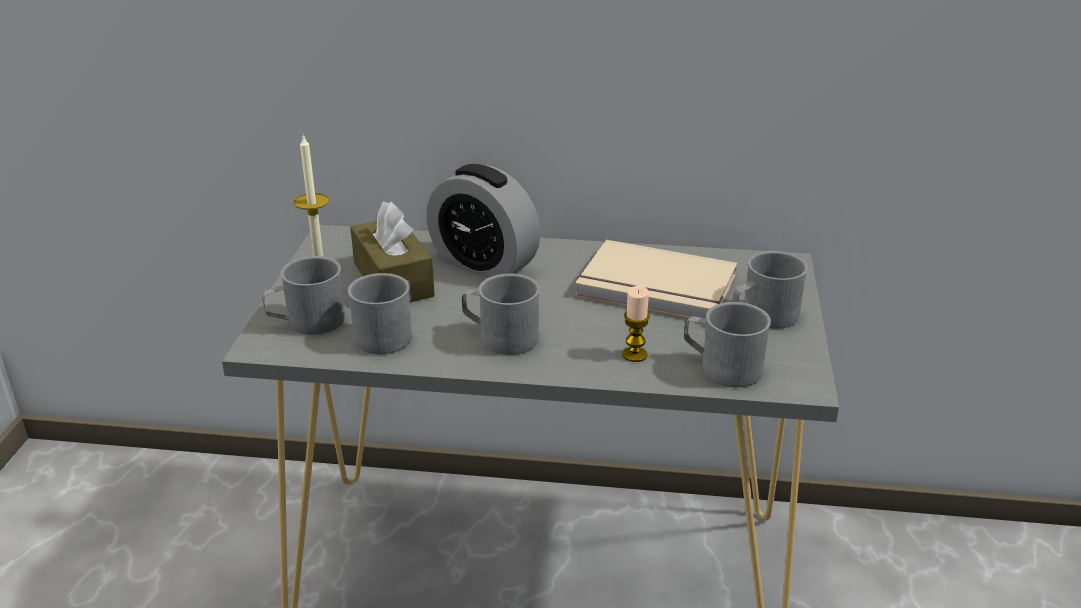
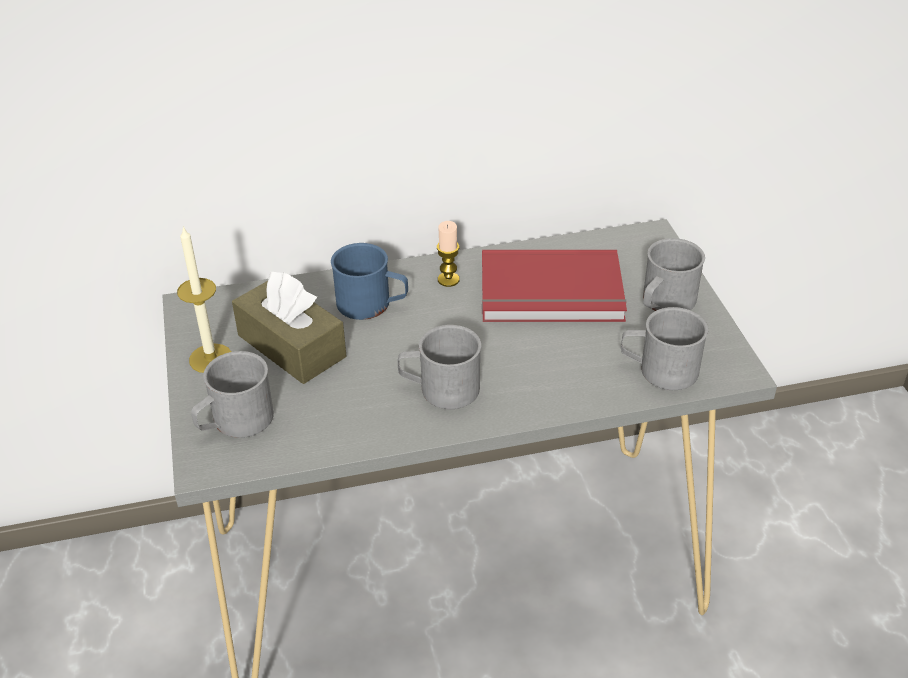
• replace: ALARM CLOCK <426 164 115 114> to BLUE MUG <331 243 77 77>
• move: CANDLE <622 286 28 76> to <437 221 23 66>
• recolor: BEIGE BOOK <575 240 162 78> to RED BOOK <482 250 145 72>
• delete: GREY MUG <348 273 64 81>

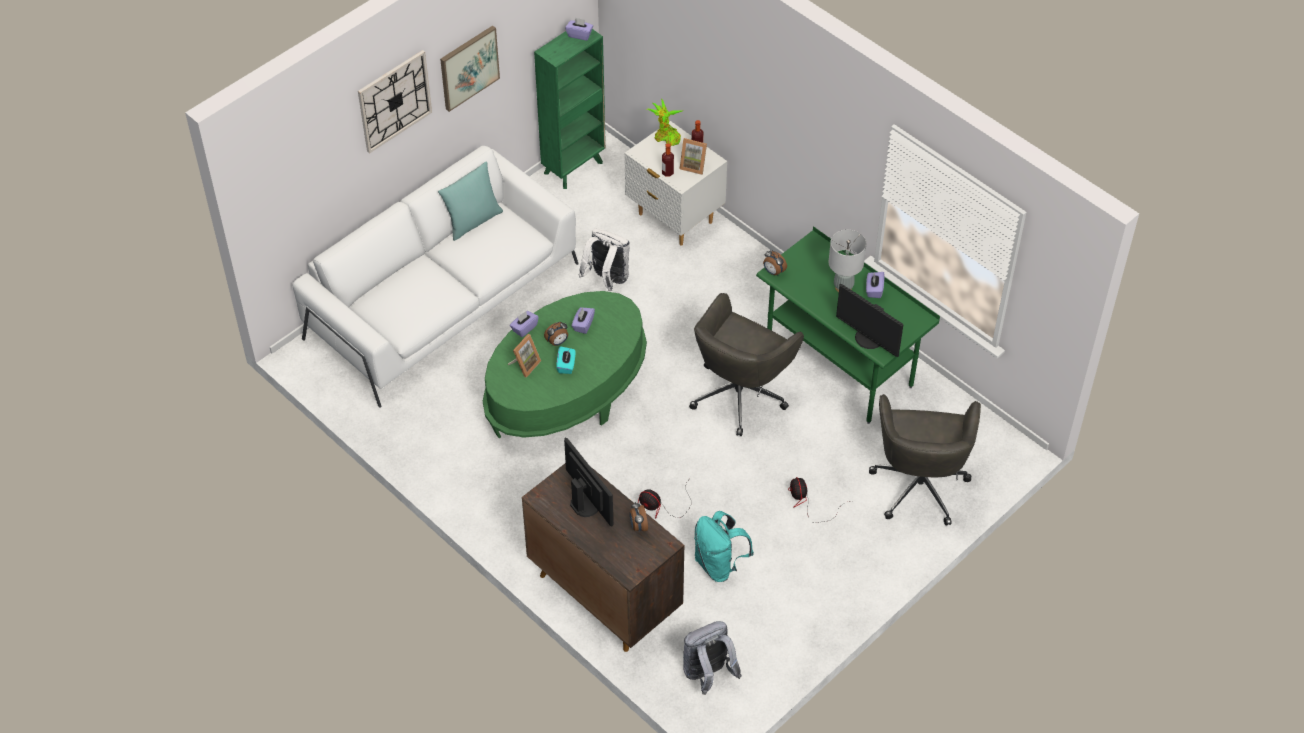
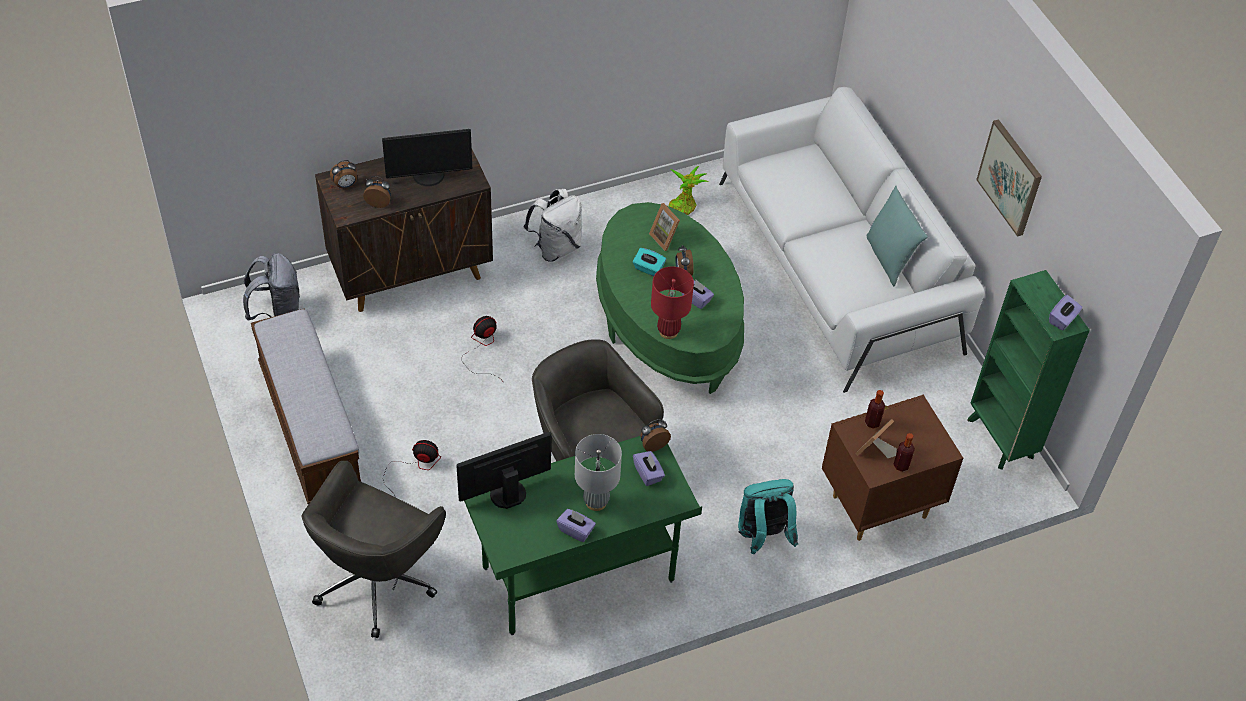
• insert: BENCH <251 308 110 196>
• rotate: GREY OFFICE CHAIR <869 394 112 132> = <301 461 145 177> 90 degrees counterclockwise
• insert: ALARM CLOCK <330 160 27 28>
• move: WHITE BACKPACK <579 229 51 62> to <523 189 59 73>
• move: PURPLE TISSUE BOX <510 311 29 26> to <633 451 32 35>
• insert: RED TABLE LAMP <651 267 43 72>
• move: POTTED PLANT <647 99 37 47> to <669 166 39 49>
• move: TURQUOISE BACKPACK <694 511 60 71> to <738 479 60 75>
• recolor: WHITE NIGHTSTAND <624 121 103 125> to BROWN NIGHTSTAND <822 395 141 146>
• delete: WALL CLOCK <358 50 74 103>

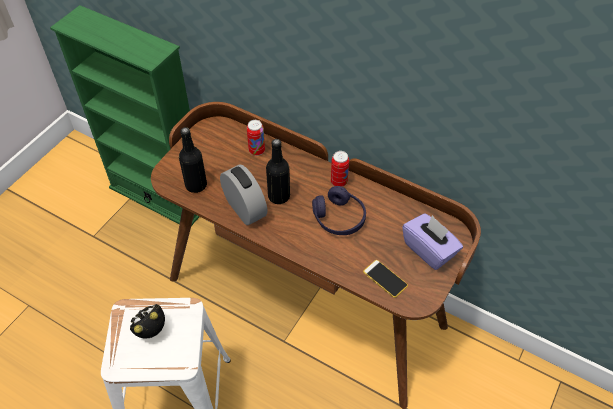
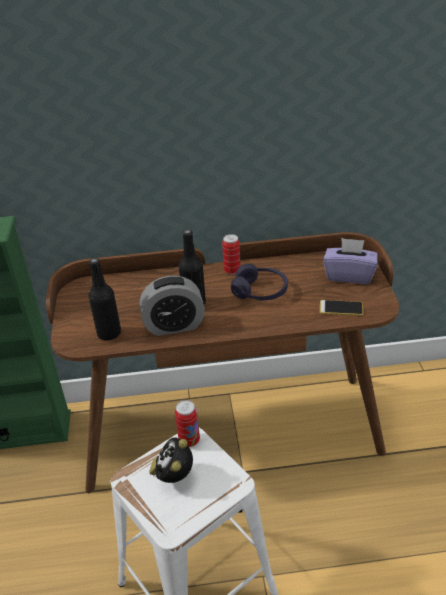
• rotate: ALARM CLOCK <220 164 47 61> = <140 275 65 61> 150 degrees clockwise
• move: CAN <247 120 18 36> to <175 400 25 47>

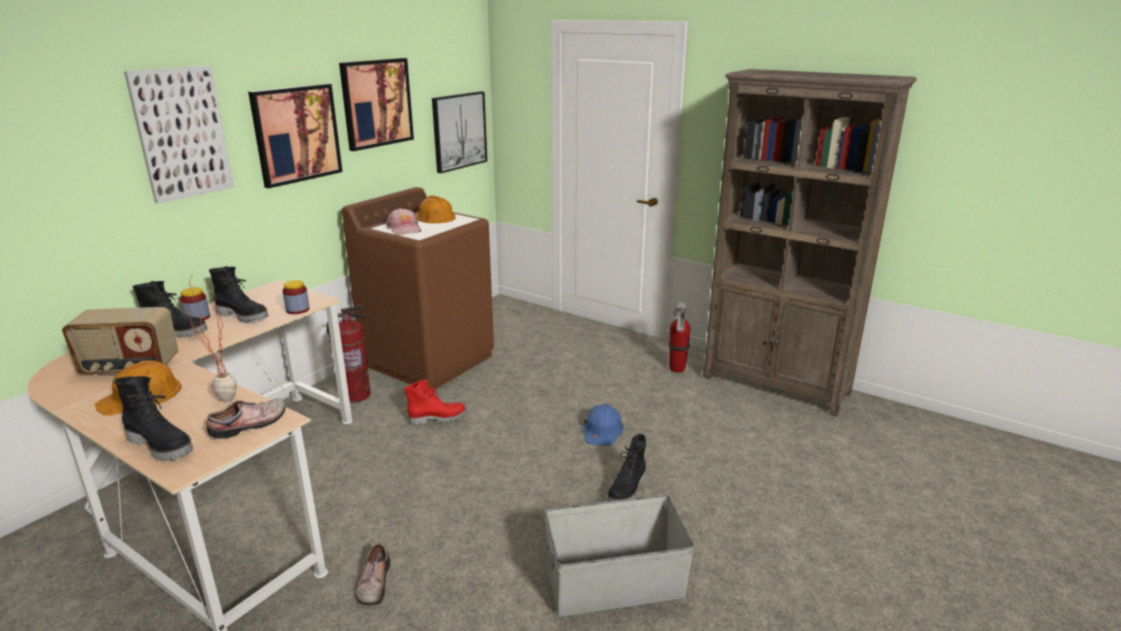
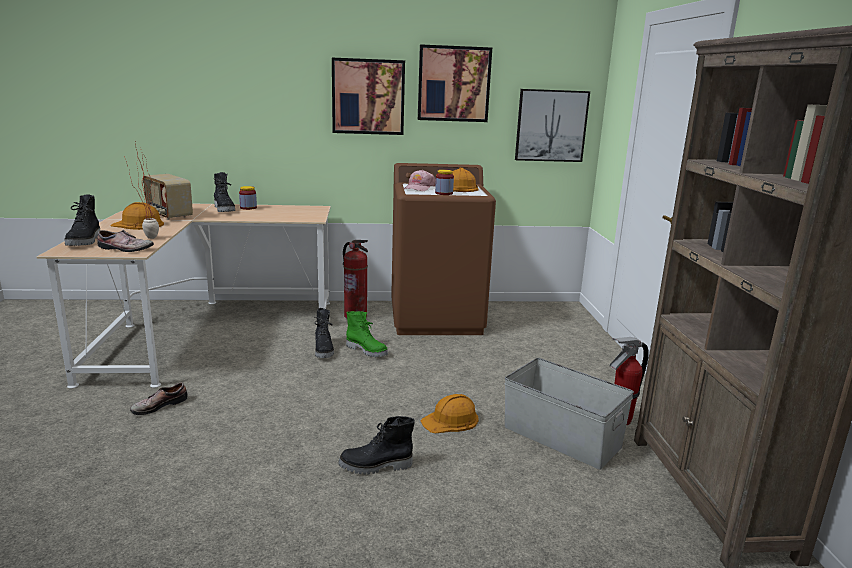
• move: BLACK BOOT <209 266 60 56> to <315 308 19 50>
• recolor: RED BOOT <405 379 62 46> to GREEN BOOT <346 311 42 46>
• recolor: BLUE HARD HAT <583 404 41 42> to ORANGE HARD HAT <420 394 59 39>
• move: JAR <283 280 27 34> to <435 170 19 25>
• move: GREY STORAGE BOX <545 495 150 122> to <504 358 130 111>
• delete: PICTURE <124 66 110 138>

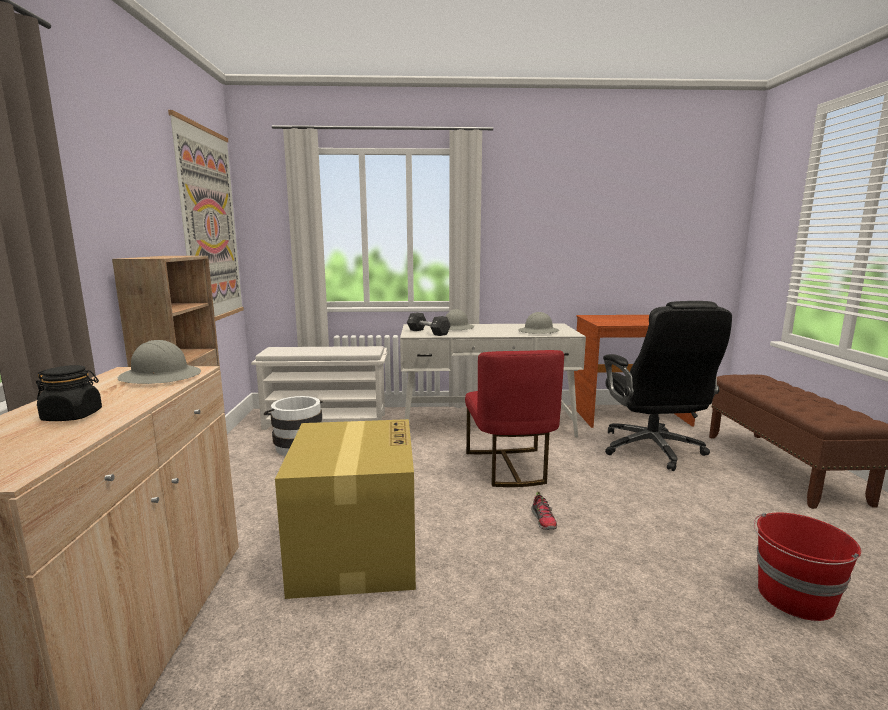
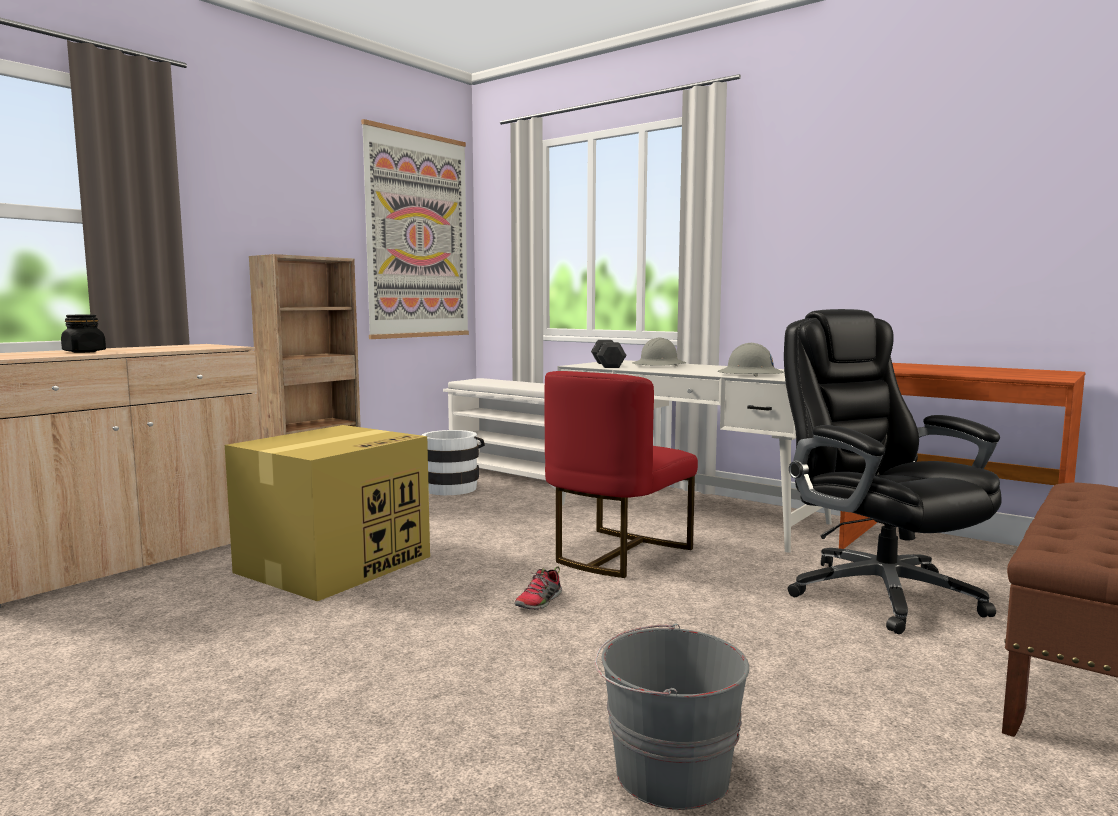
• recolor: RED BUCKET <753 512 108 109> to GREY BUCKET <595 624 154 186>
• rotate: BLACK OFFICE CHAIR <603 301 129 170> = <784 309 218 325> 120 degrees clockwise
• delete: GREY HARD HAT <118 340 83 44>

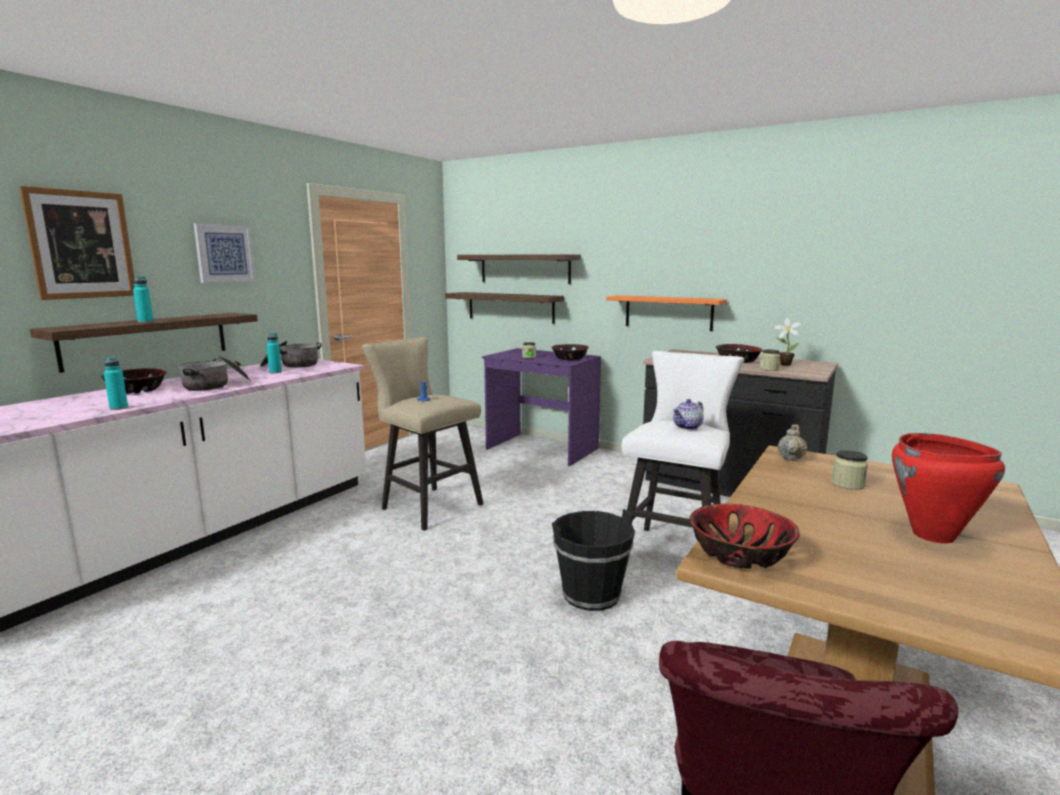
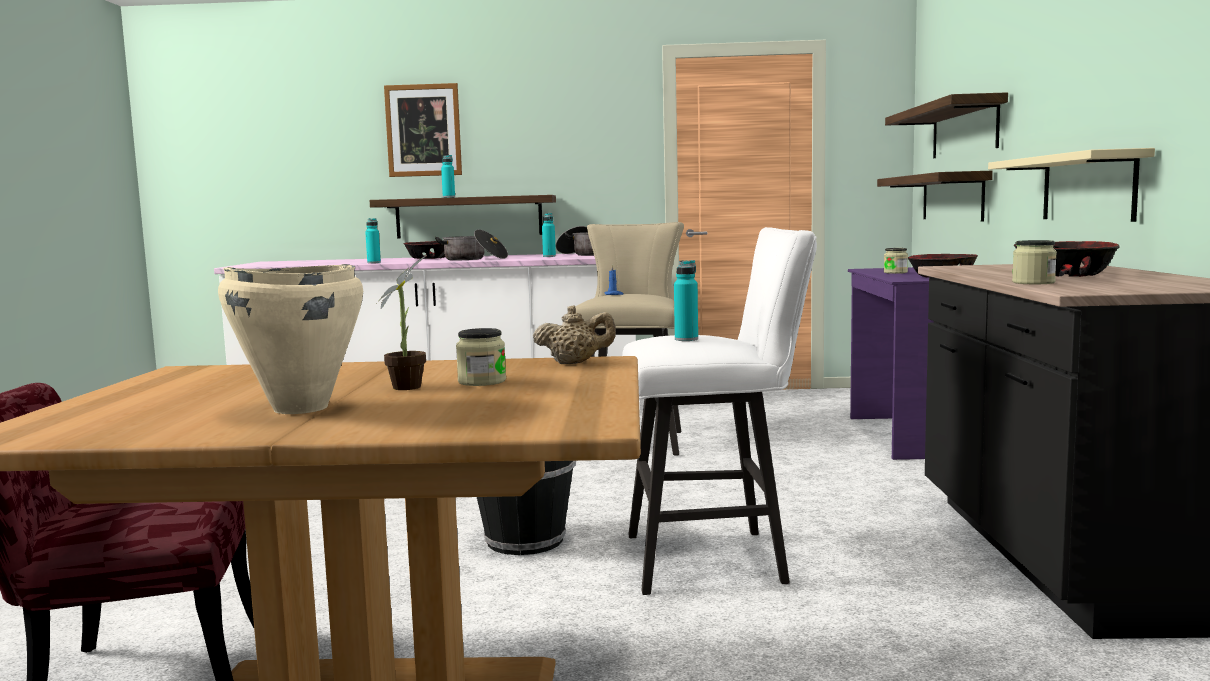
• recolor: RED COOKING POT <892 433 113 111> to BEIGE COOKING POT <218 264 145 150>
• move: POTTED PLANT <774 318 28 48> to <377 255 50 135>
• replace: TEAPOT <673 399 31 31> to TURQUOISE BOTTLE <674 260 24 81>
• recolor: ORANGE SHELF <606 295 121 36> to BEIGE SHELF <988 148 167 74>
• delete: PICTURE <194 223 62 60>
• delete: BOWL <690 504 110 65>

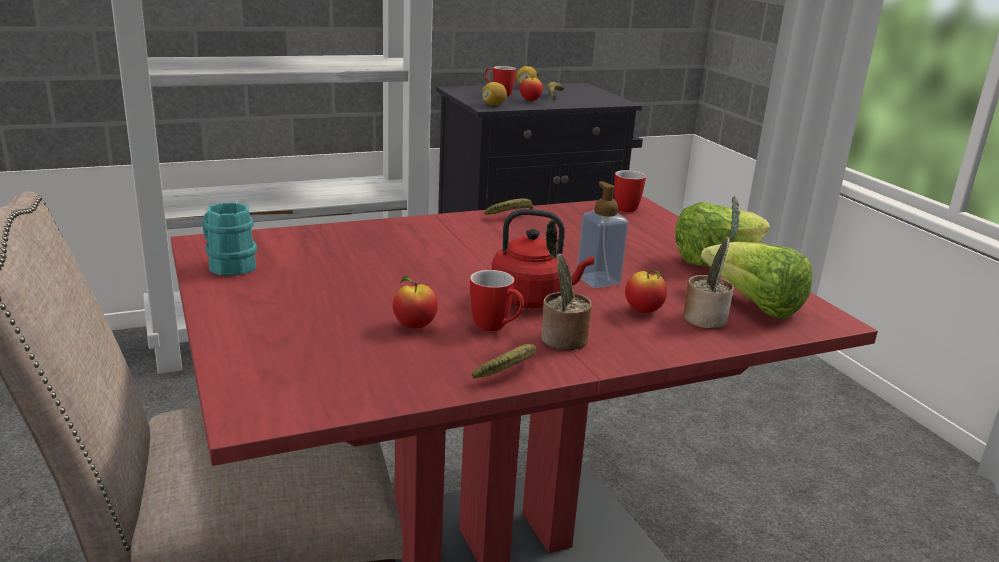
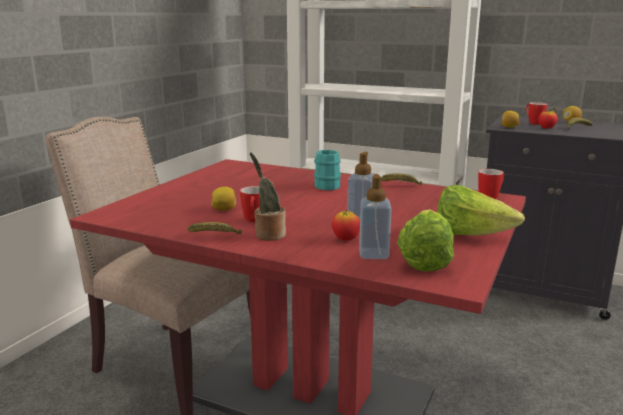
• replace: APPLE <393 276 45 53> to LEMON <211 187 25 24>
• move: TURQUOISE MUG <203 203 54 73> to <314 150 27 40>
• replace: POTTED PLANT <683 196 57 133> to SOAP DISPENSER <359 174 33 85>
• delete: RED KETTLE <492 209 102 99>

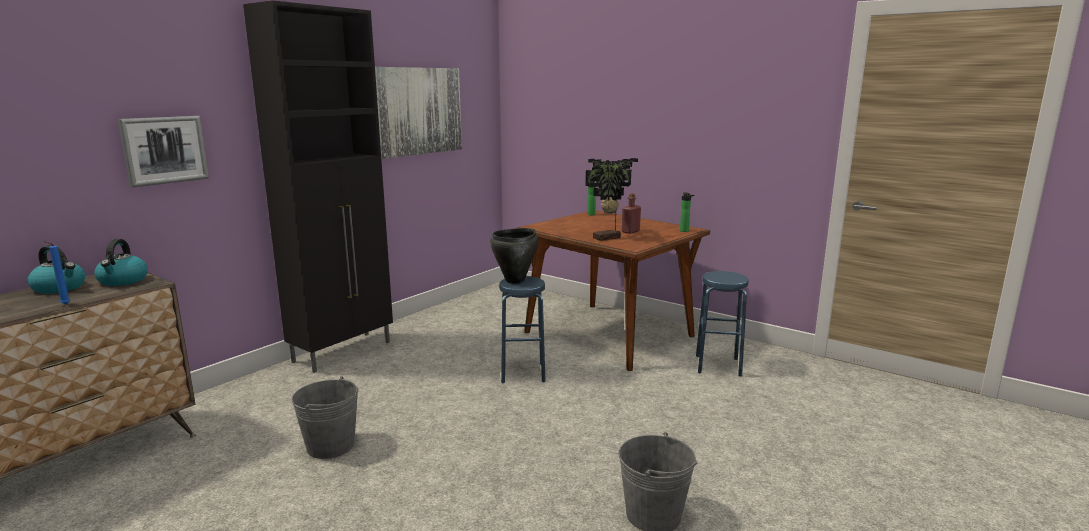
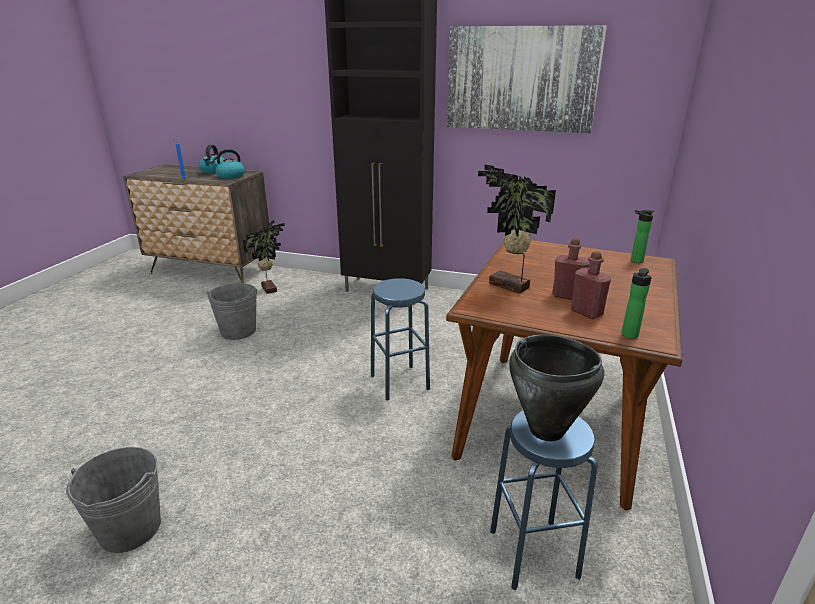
• insert: POTTED PLANT <243 220 42 74>
• move: BLACK COOKING POT <490 228 48 56> to <509 335 95 106>
• insert: RED BOTTLE <571 251 40 68>
• delete: PICTURE <118 116 91 71>

